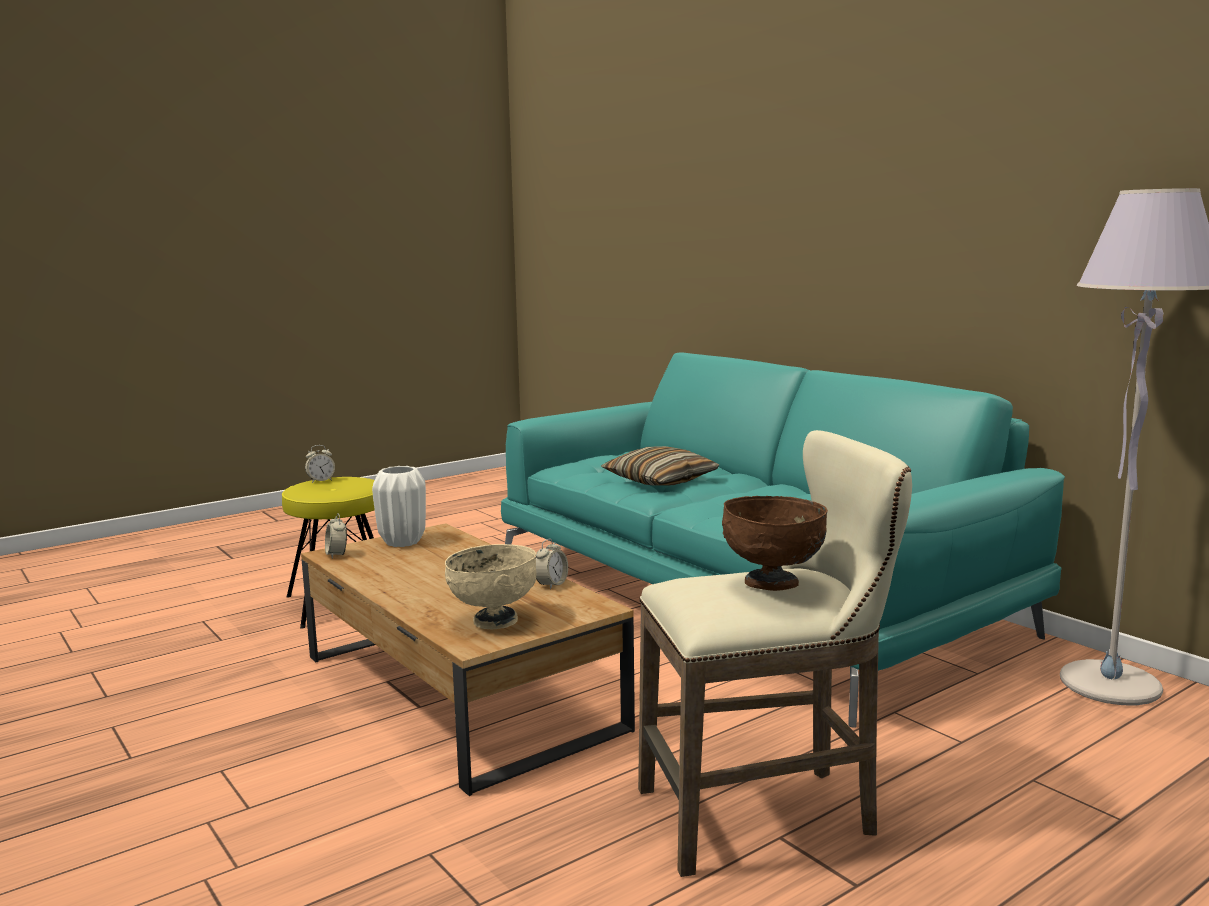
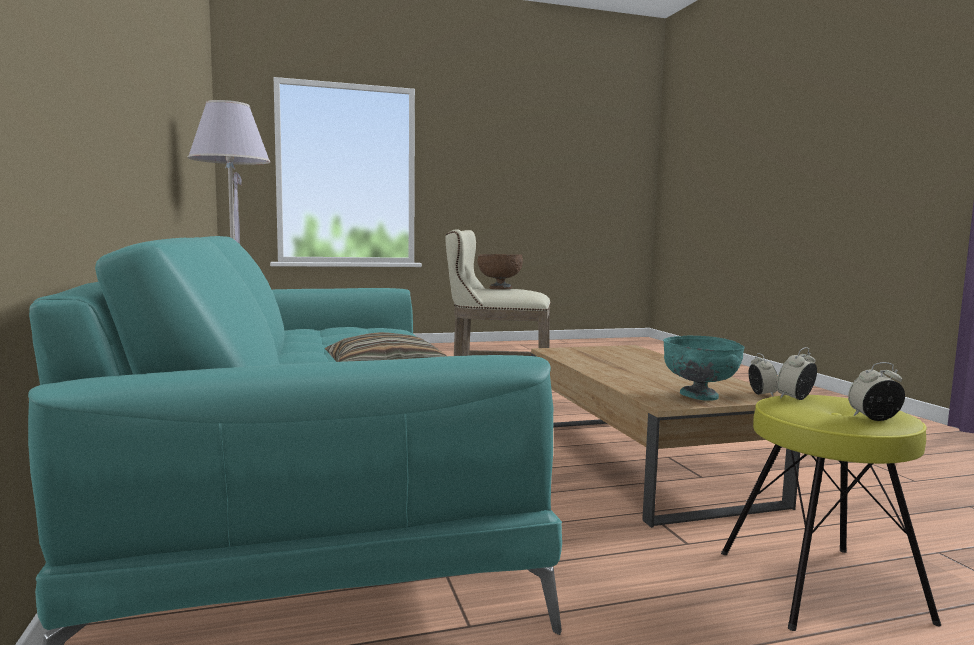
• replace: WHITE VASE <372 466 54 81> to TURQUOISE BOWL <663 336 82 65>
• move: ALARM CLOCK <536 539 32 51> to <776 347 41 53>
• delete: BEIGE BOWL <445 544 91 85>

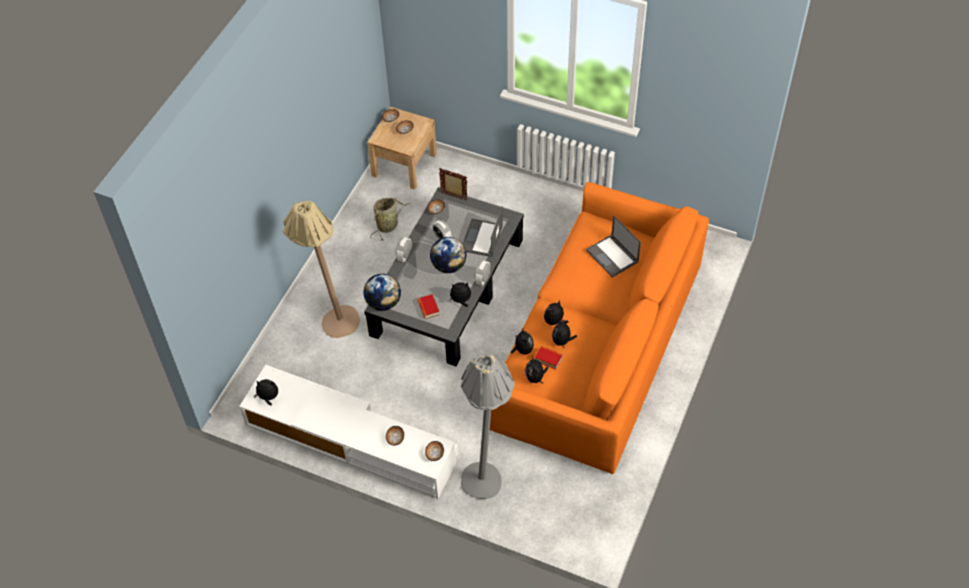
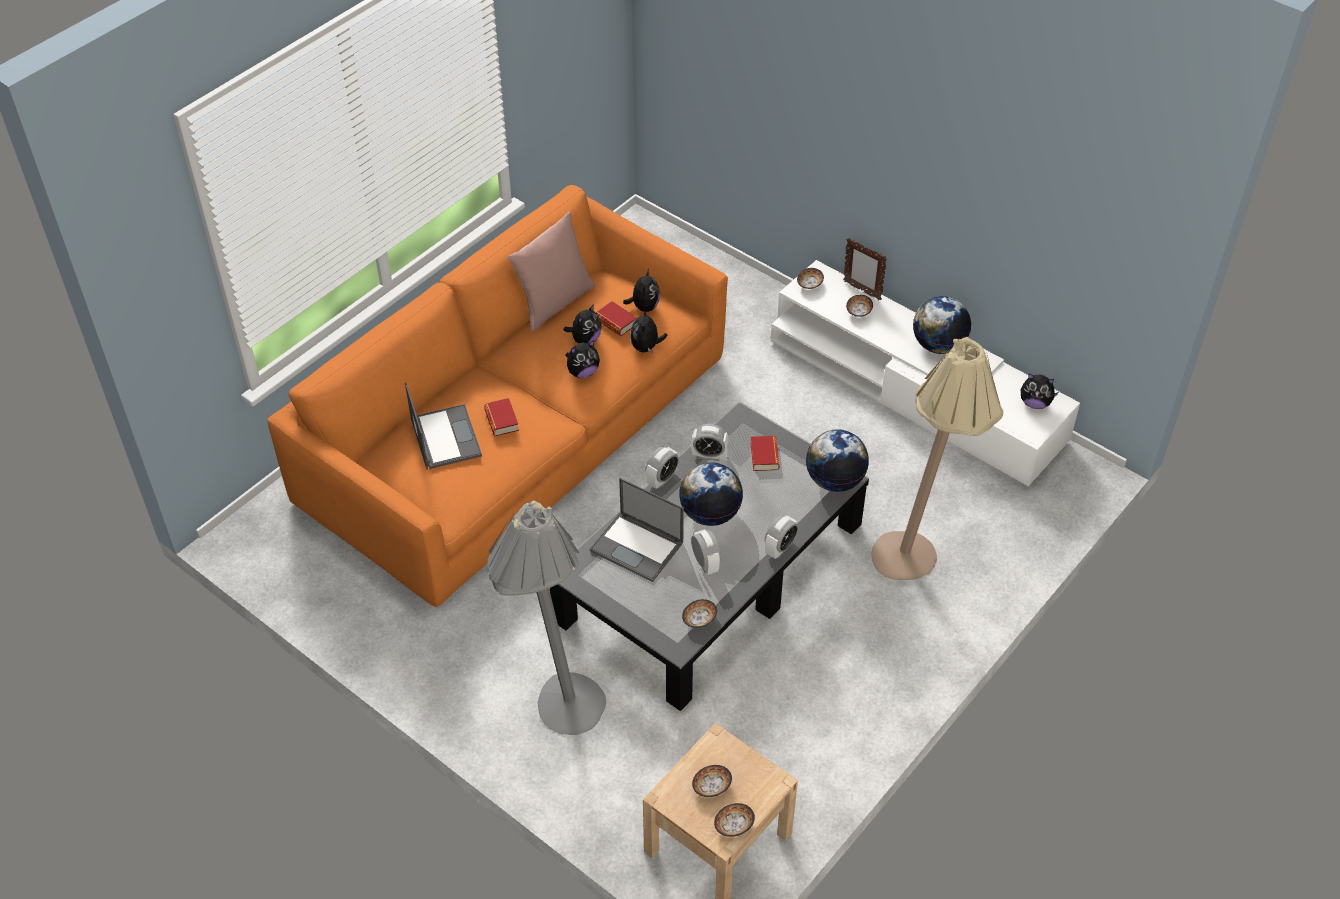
• insert: BOOK <484 398 35 38>
• move: GREY FLOOR LAMP <461 354 54 145> to <488 501 118 234>
• insert: PINK PILLOW <508 212 87 119>
• rotate: LAPTOP <463 206 40 51> = <590 478 94 104> 90 degrees clockwise
• replace: PLUSH TOY <449 282 22 25> to ALARM CLOCK <691 424 38 37>
• move: PICTURE FRAME <439 168 28 32> to <843 238 44 62>
• insert: GLOBE <913 296 58 58>
• delete: BASKET <370 198 40 43>

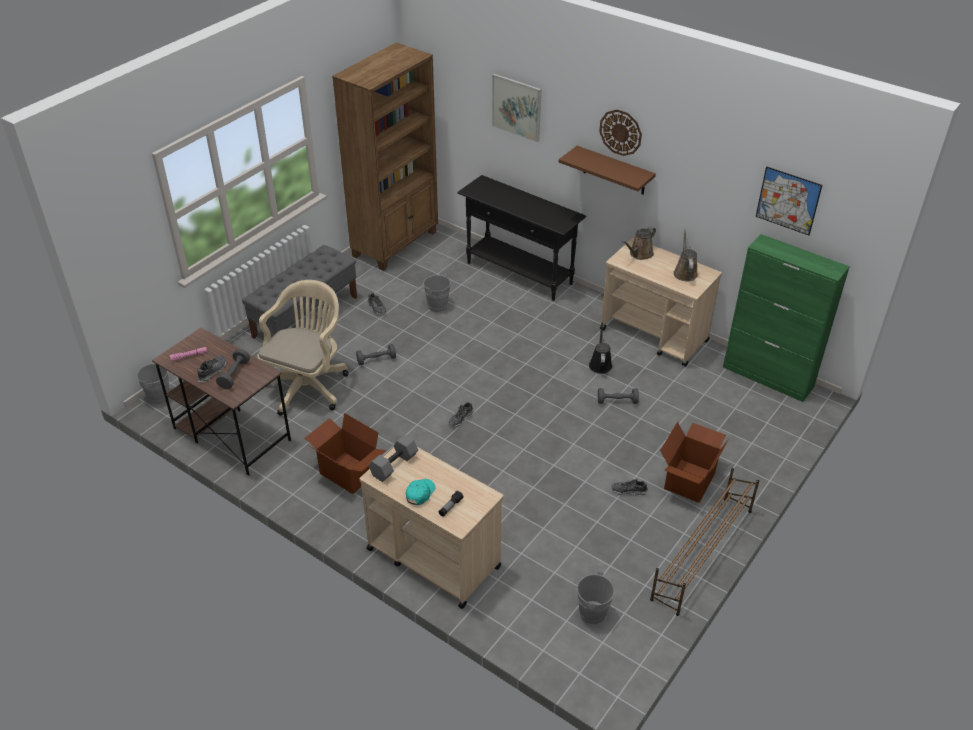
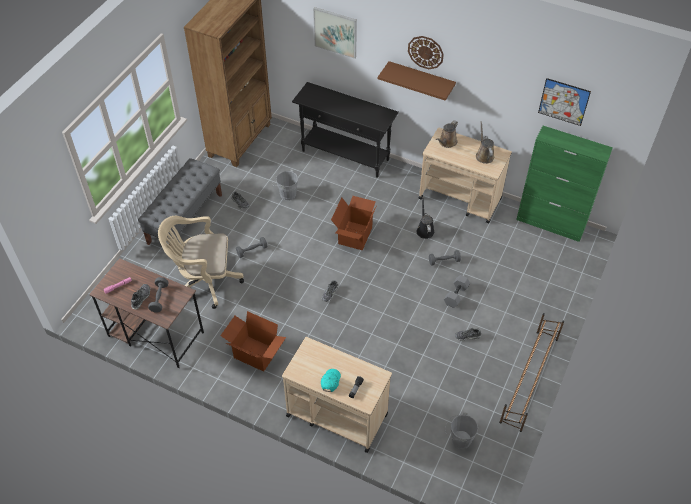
• rotate: BEIGE OFFICE CHAIR <257 280 92 136> = <158 216 86 93> 105 degrees counterclockwise
• move: CARDBOARD BOX <660 422 69 81> to <331 196 46 55>
• move: GREY DUMBBELL <369 435 49 47> to <444 275 26 33>
• delete: GREY BUCKET <136 363 39 42>

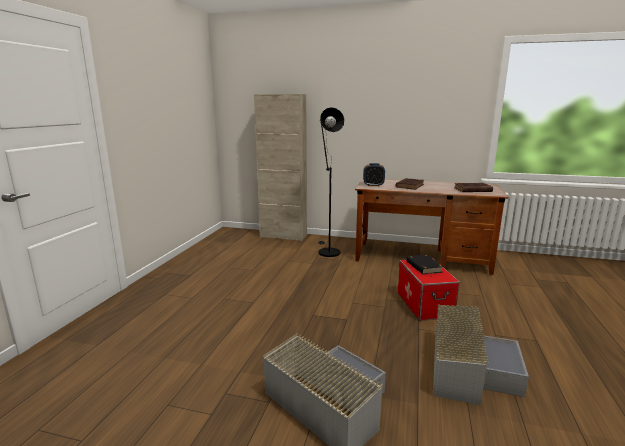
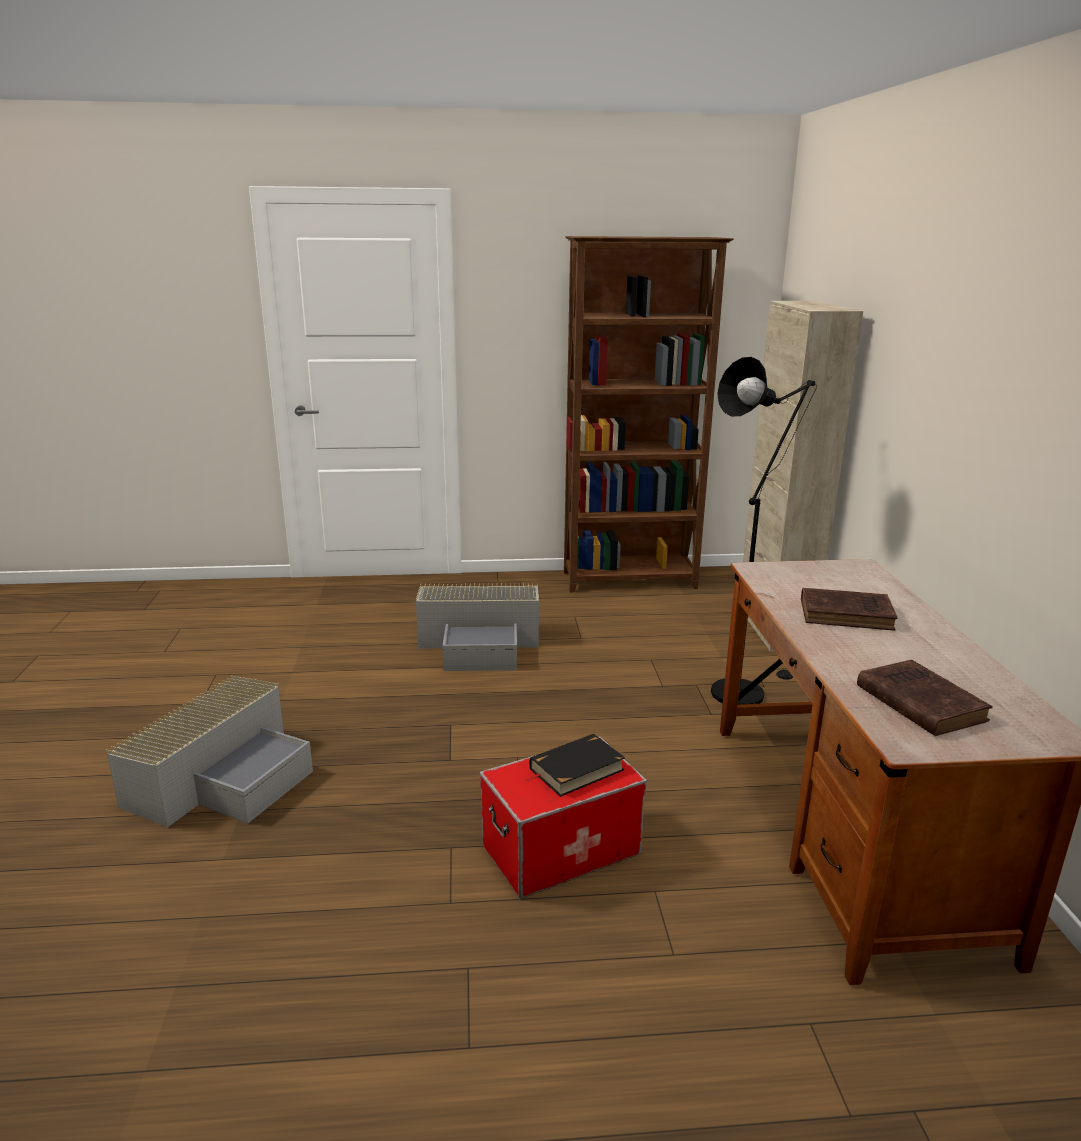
• move: GREY STORAGE BOX <433 305 96 101> to <416 583 123 88>
• insert: BROWN BOOKCASE <564 236 170 356>
• delete: ALARM CLOCK <363 163 22 23>

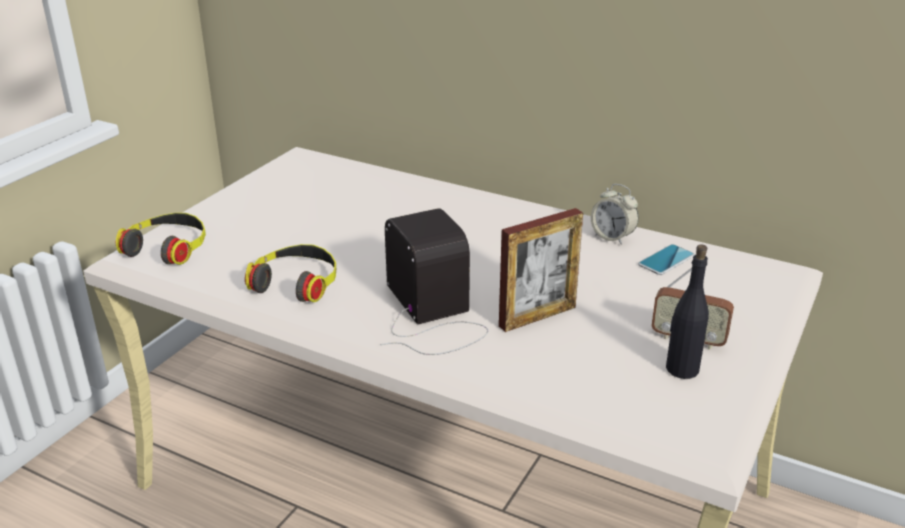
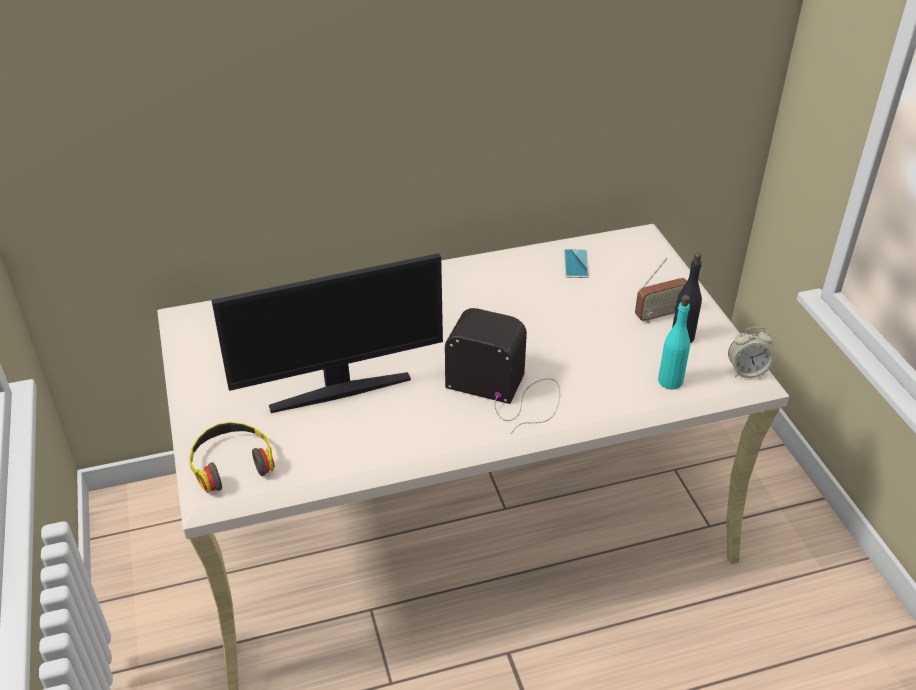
• insert: MONITOR <211 253 232 160>
• insert: TURQUOISE BOTTLE <658 295 32 95>
• move: ALARM CLOCK <591 184 48 61> to <728 327 46 51>
• delete: HEADPHONES <245 244 91 58>
• delete: PICTURE FRAME <499 208 84 124>

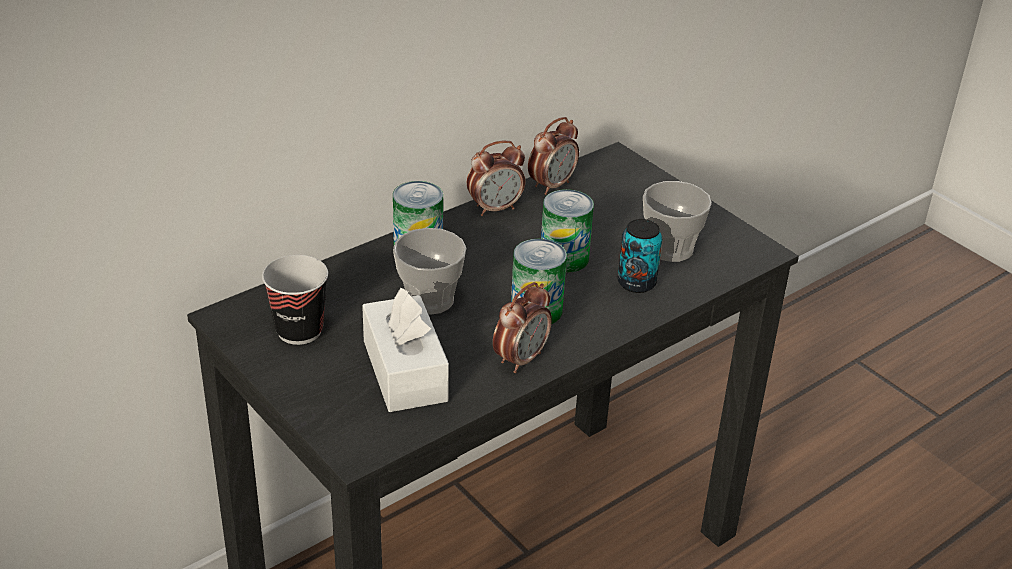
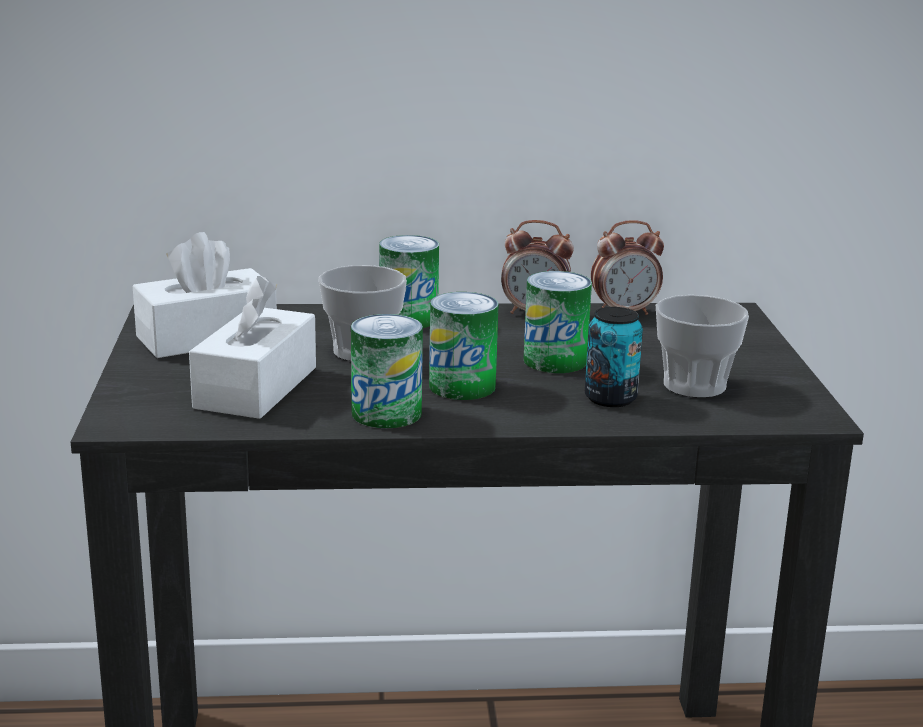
• replace: CUP <262 255 66 90> to WHITE TISSUE BOX <133 232 144 126>
• replace: ALARM CLOCK <493 282 59 91> to CAN <351 314 72 114>

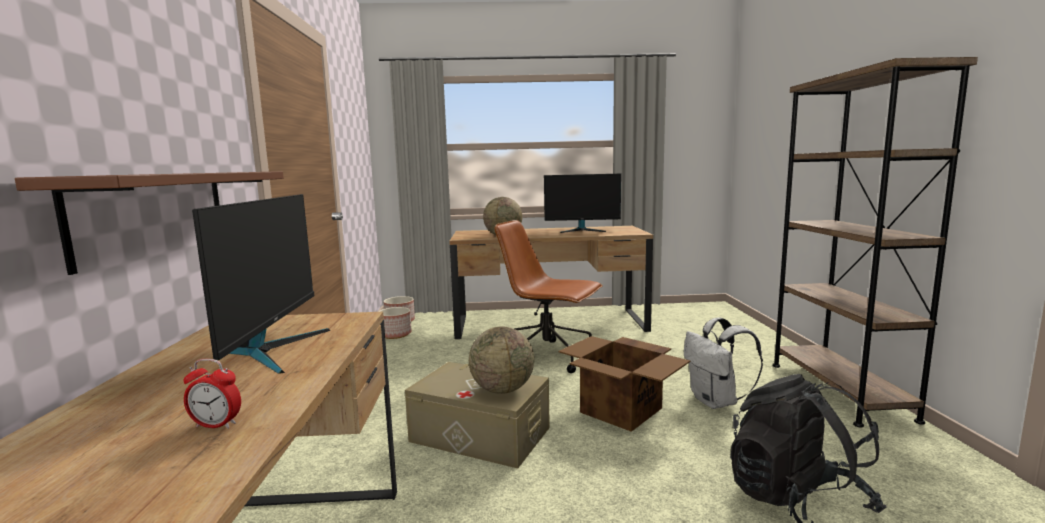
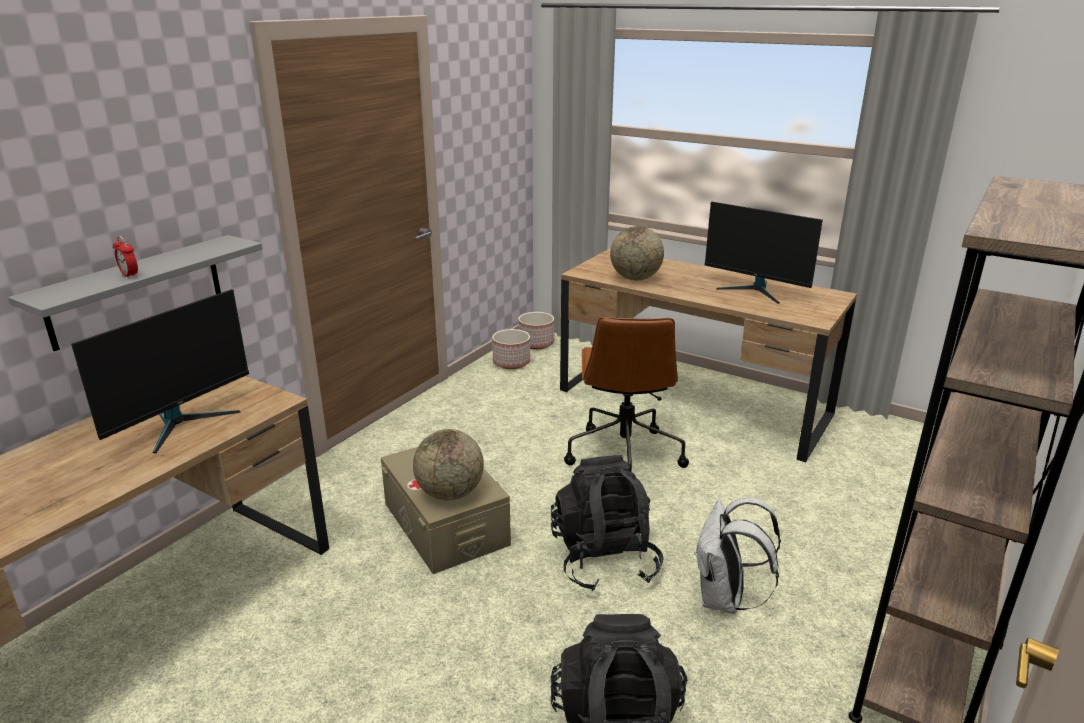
• recolor: BROWN SHELF <15 171 269 104> to GREY SHELF <8 235 255 116>
• move: ALARM CLOCK <183 359 58 70> to <113 236 25 43>
• replace: CARDBOARD BOX <558 336 132 96> to BLACK BACKPACK <551 455 113 136>
• rotate: BROWN OFFICE CHAIR <495 220 107 153> = <564 317 125 155> 150 degrees counterclockwise

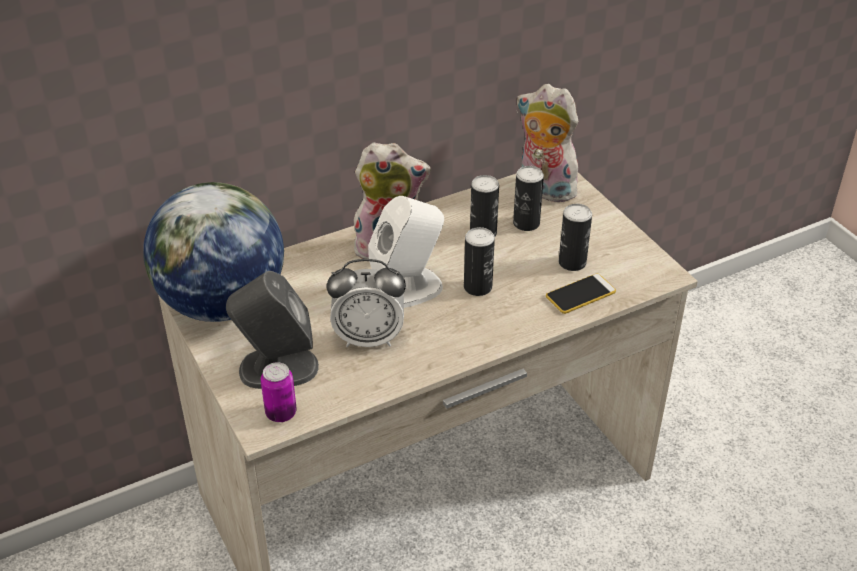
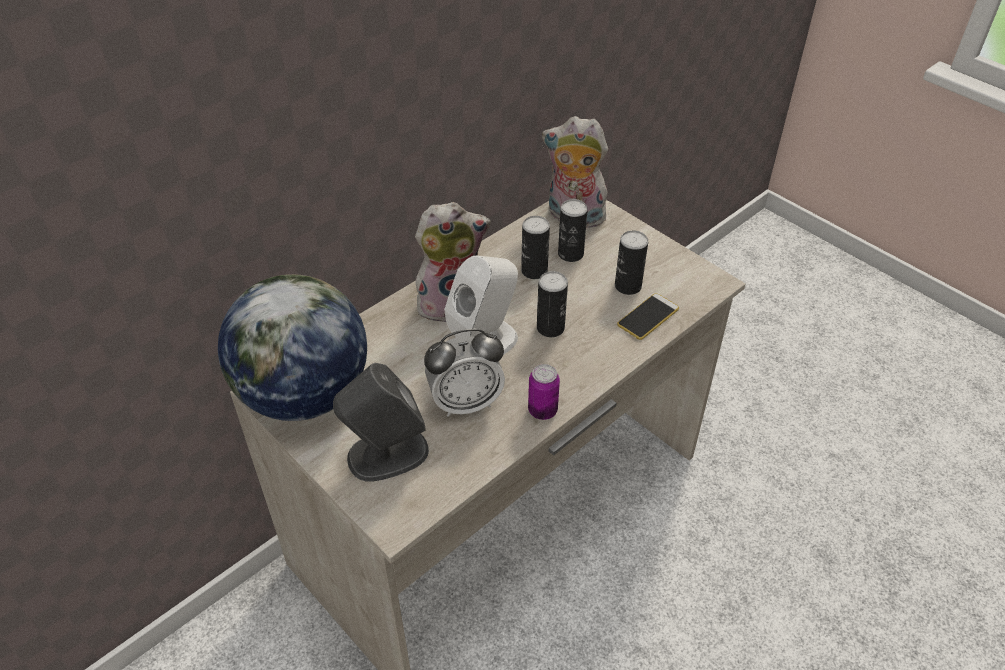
• move: CAN <261 362 36 60> to <528 364 32 56>

